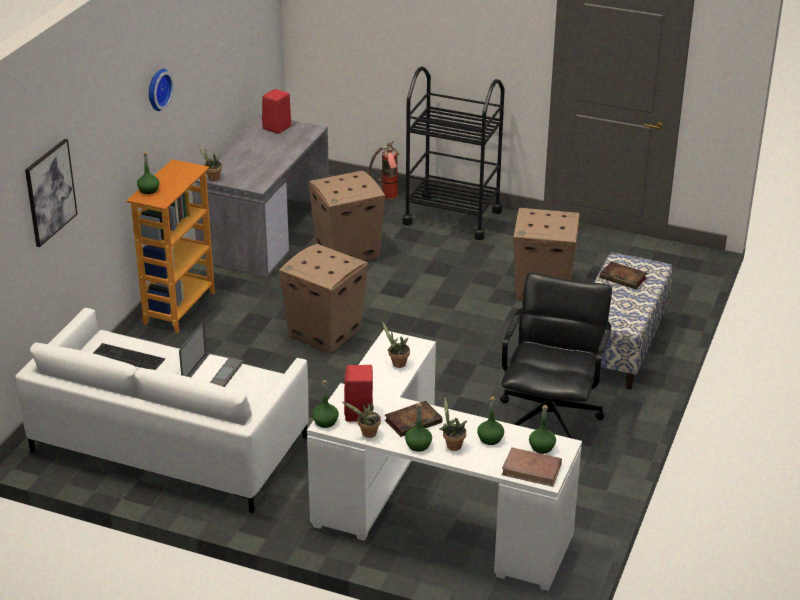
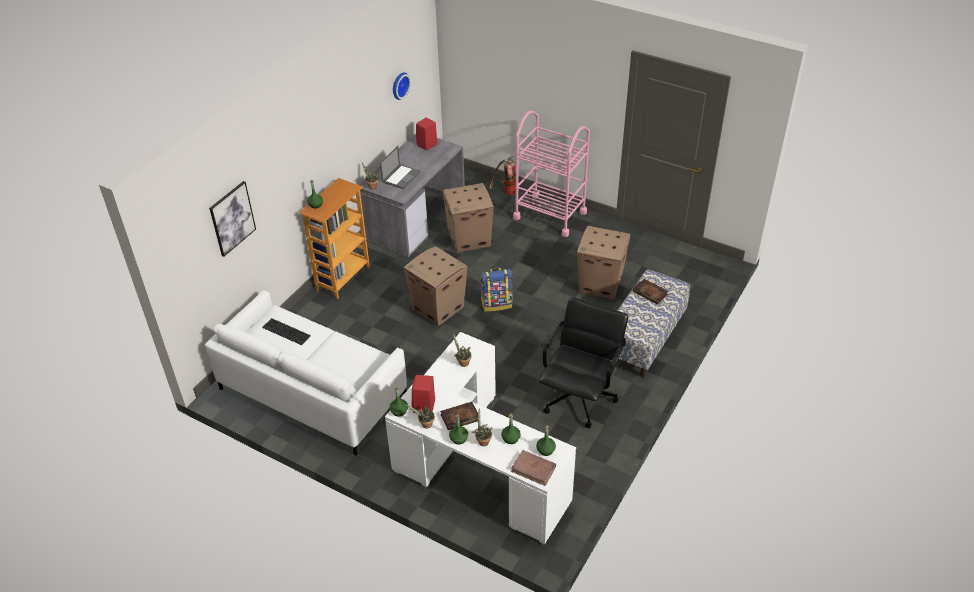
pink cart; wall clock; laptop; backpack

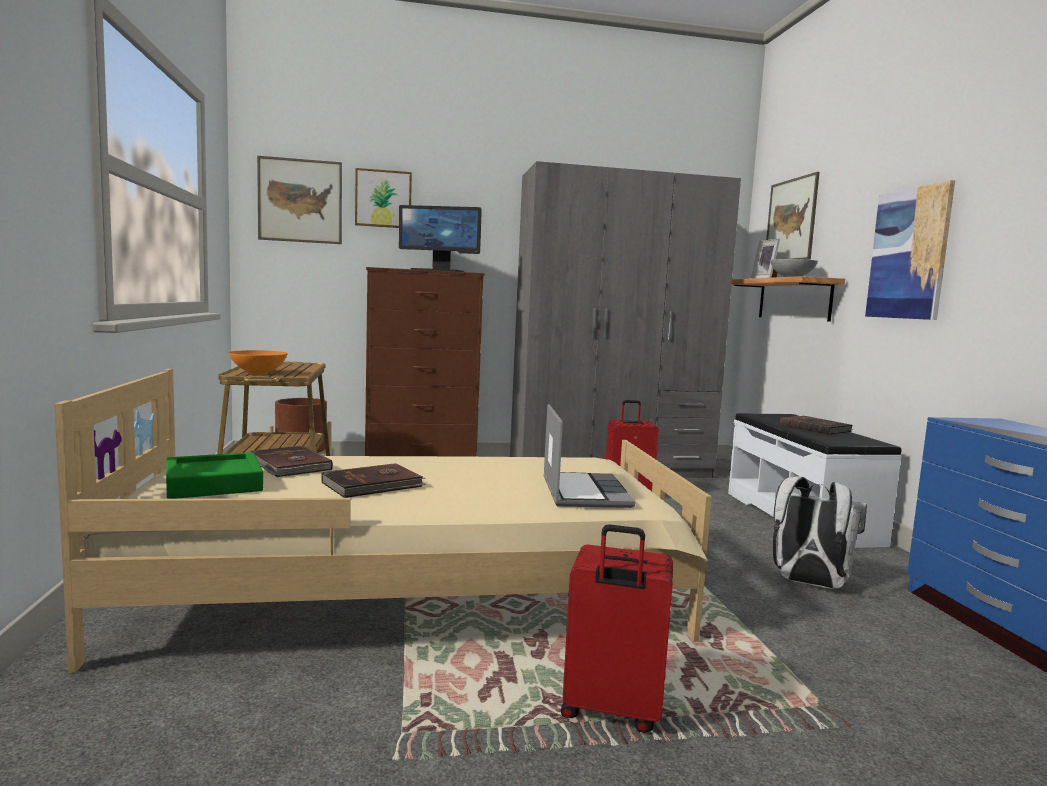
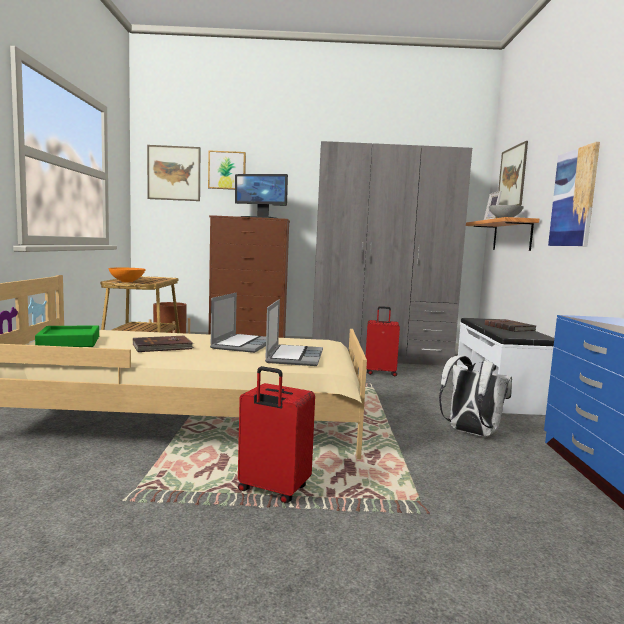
brown book (1st from left in the first image); laptop (1st from left)

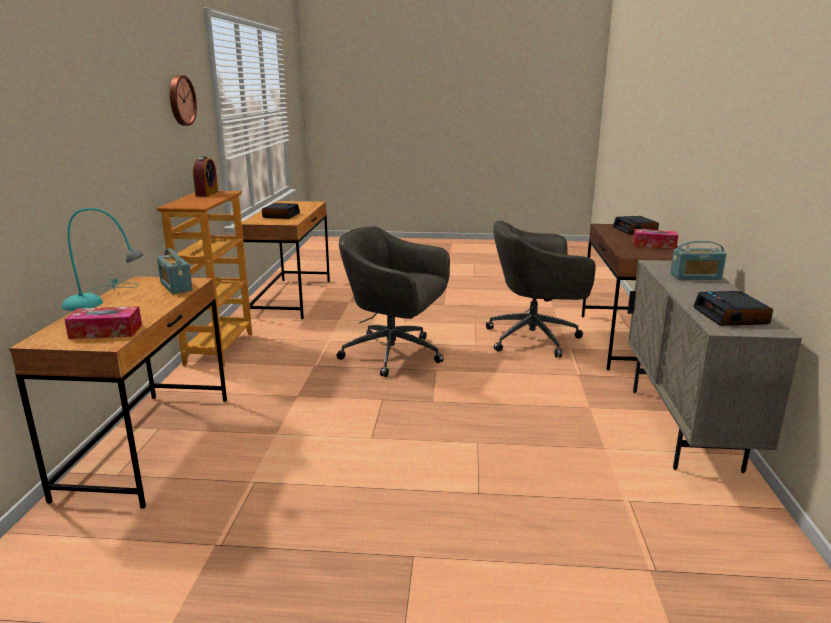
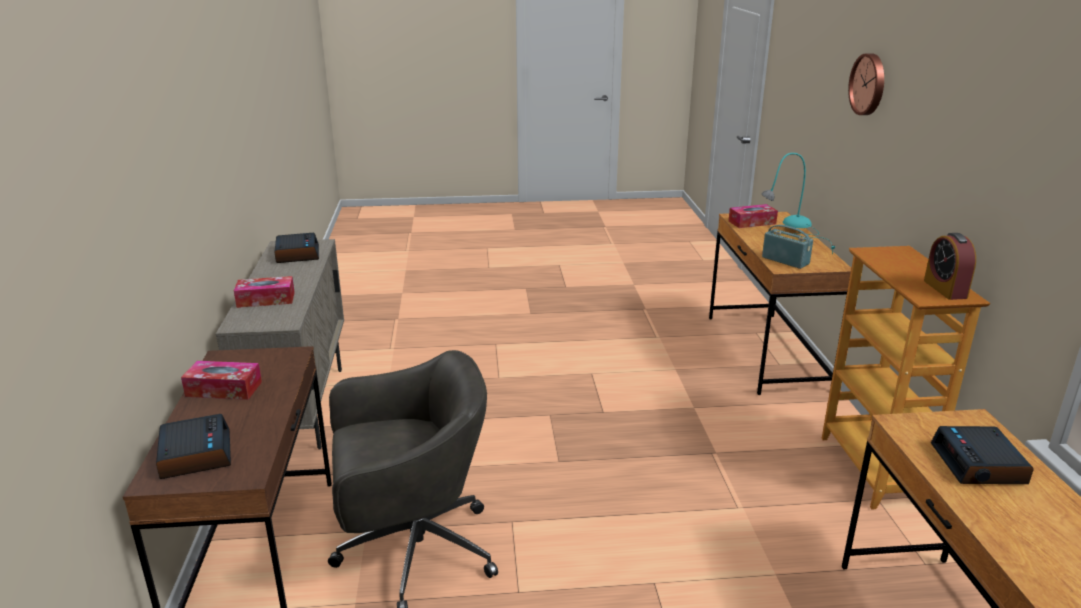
wall clock; grey office chair (1st from left in the first image); tissue box (2nd from left)

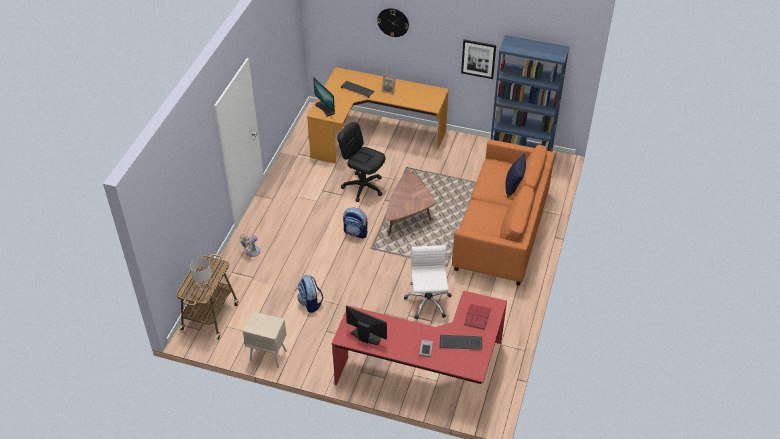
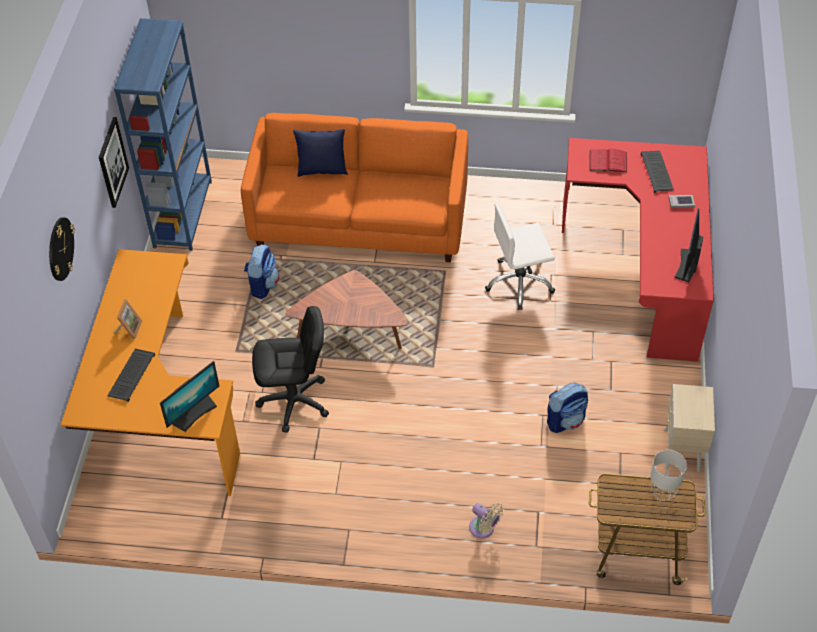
black office chair; backpack (1st from left)

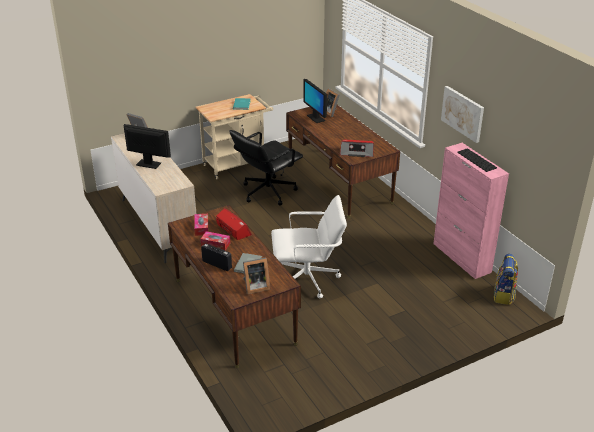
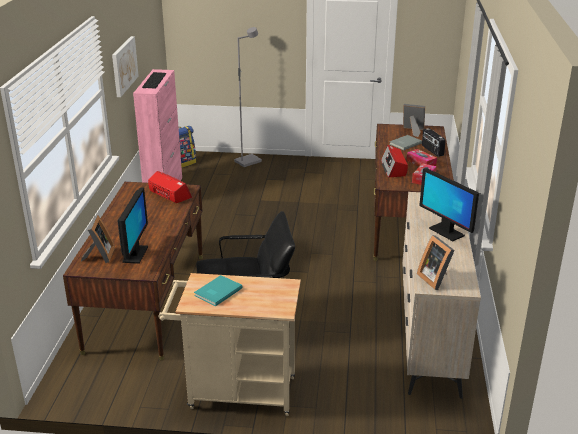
white office chair; grey floor lamp

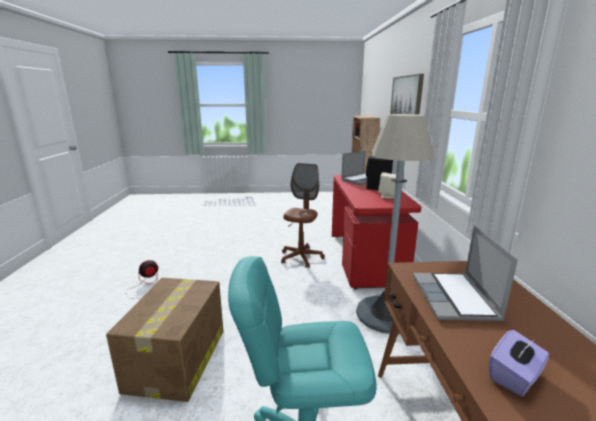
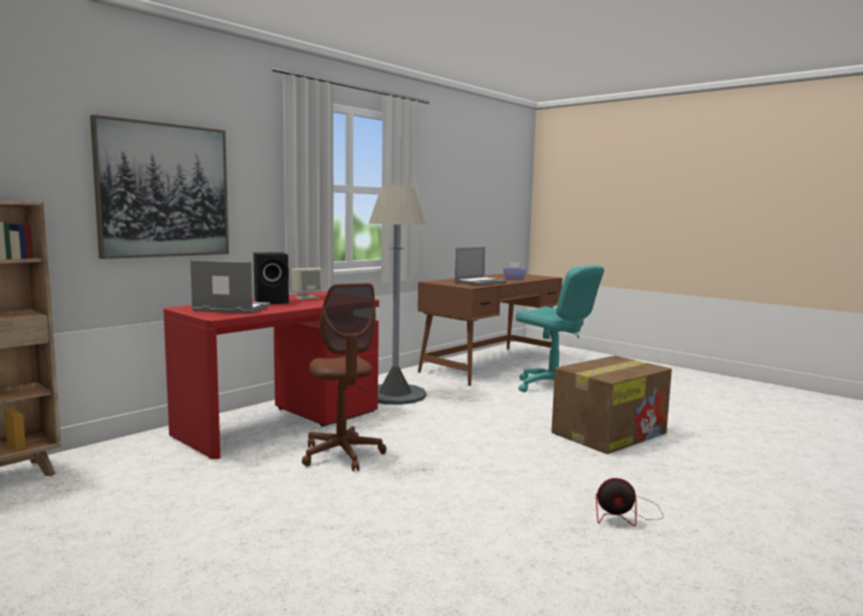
brown office chair

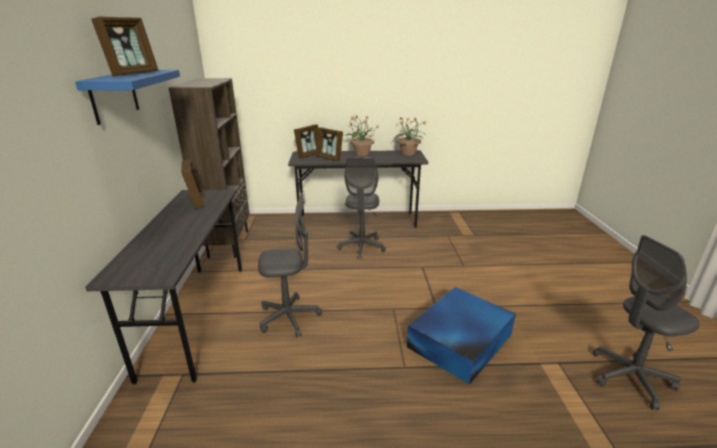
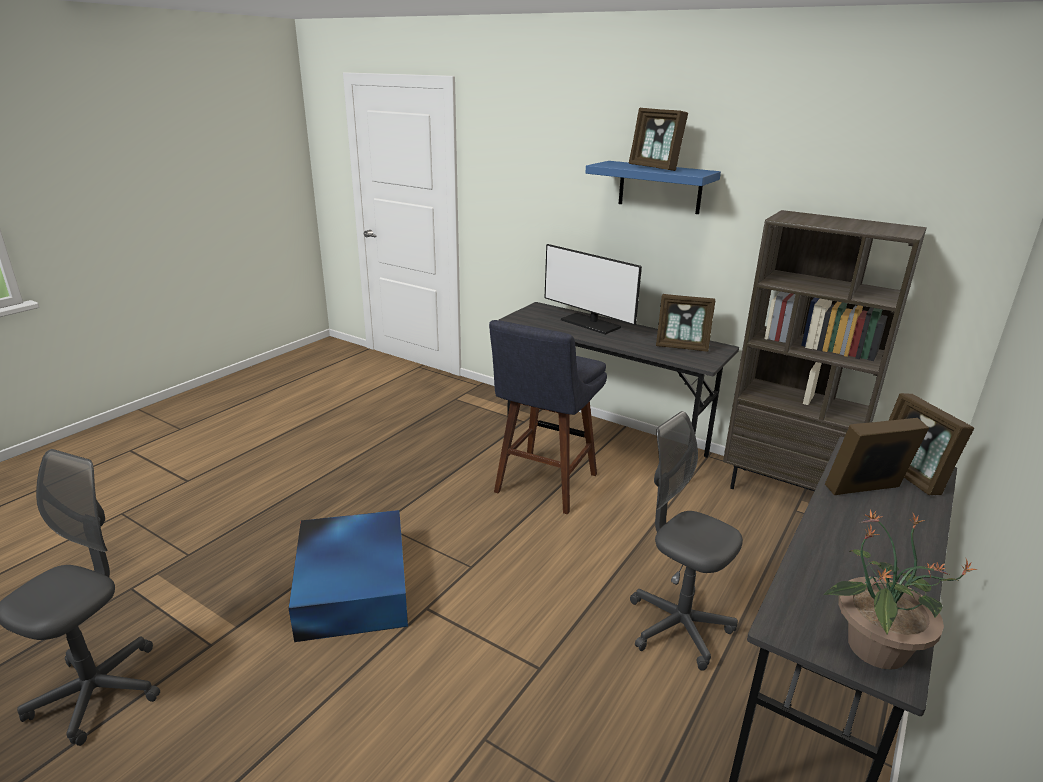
potted plant (1st from left in the first image); blue stool; monitor

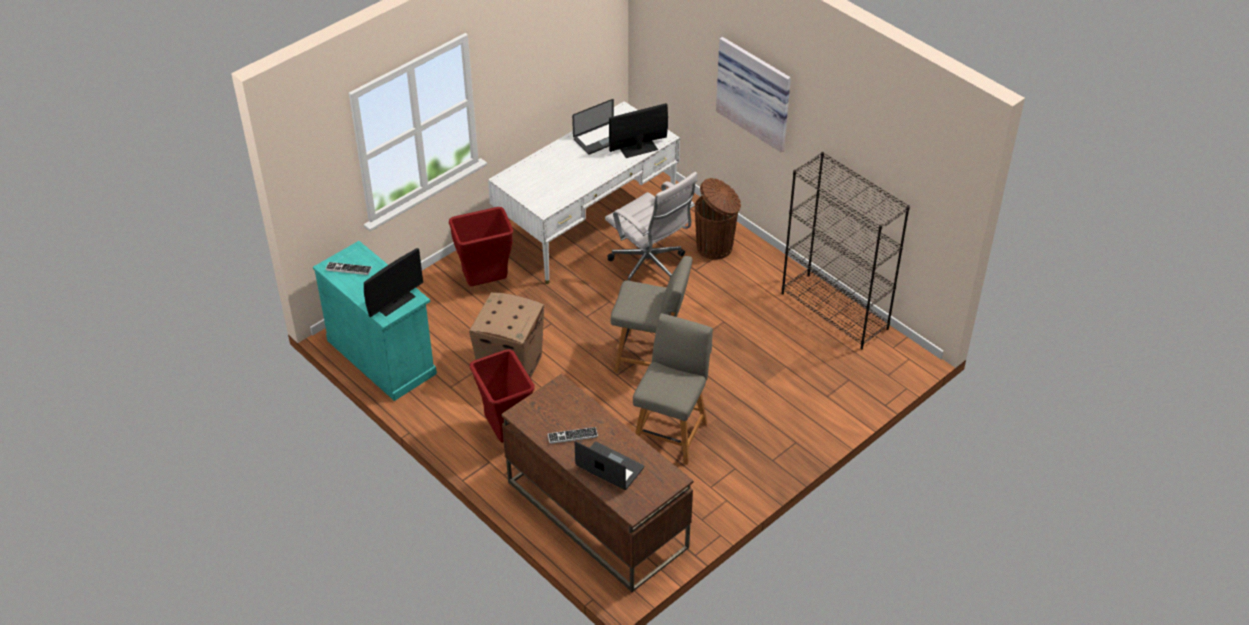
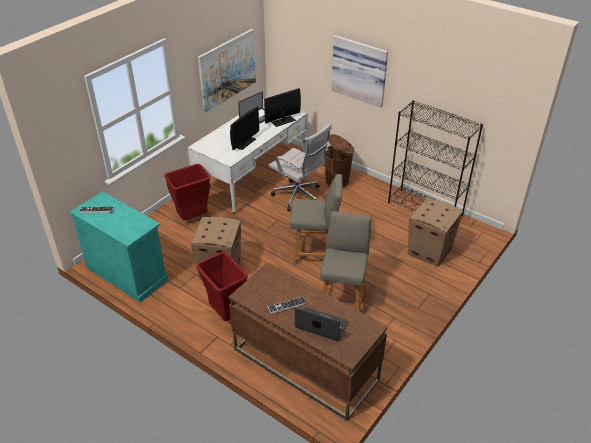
monitor (1st from left); picture (1st from left); cardboard box (2nd from left)

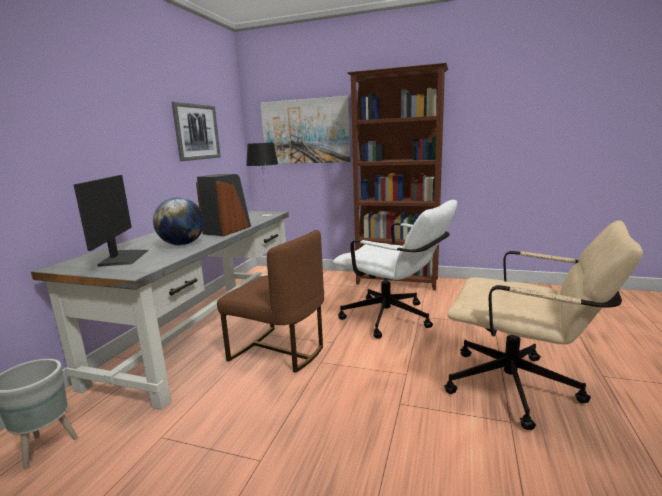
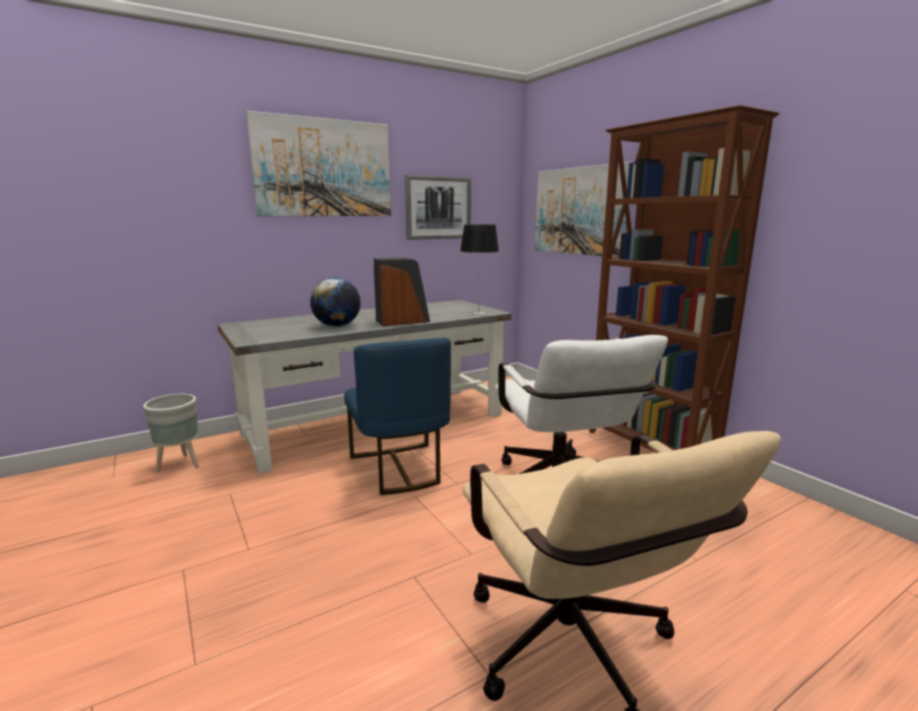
monitor; blue chair; picture (1st from left)

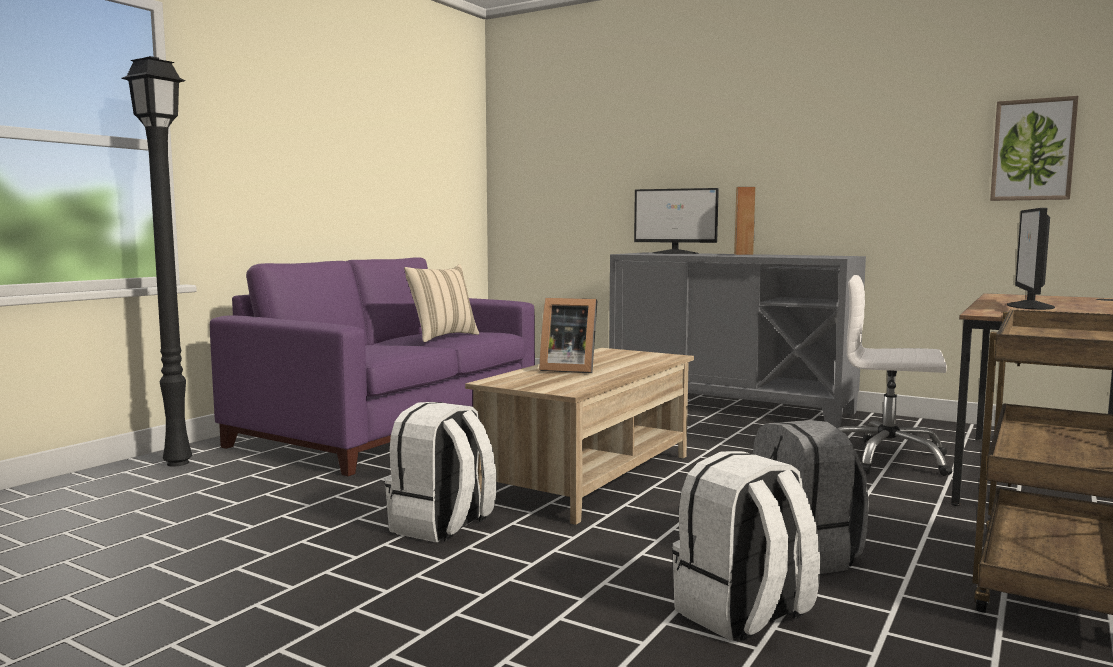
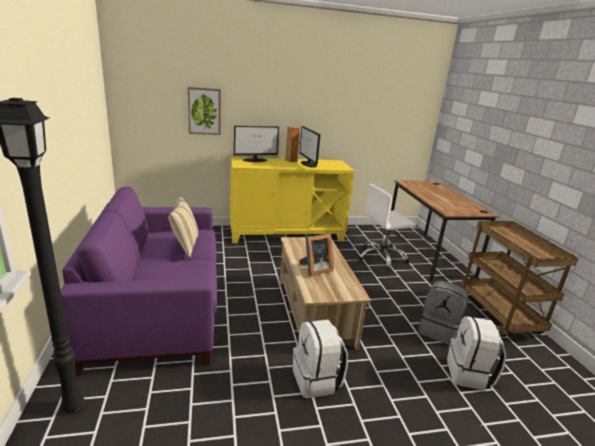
picture; monitor (2nd from left); yellow cabinet

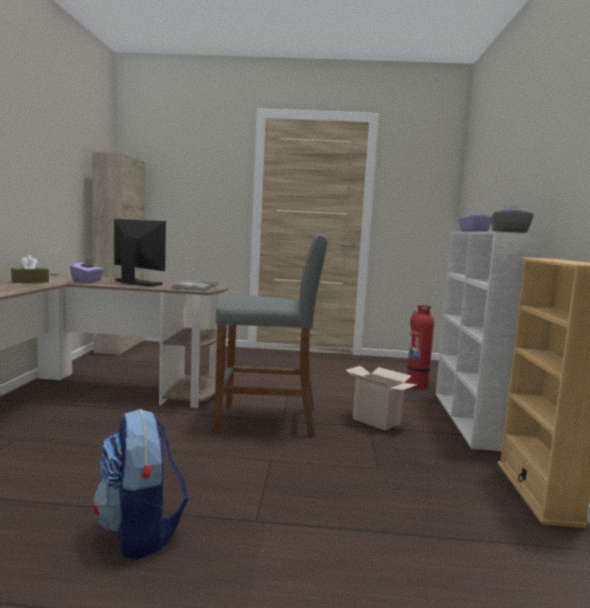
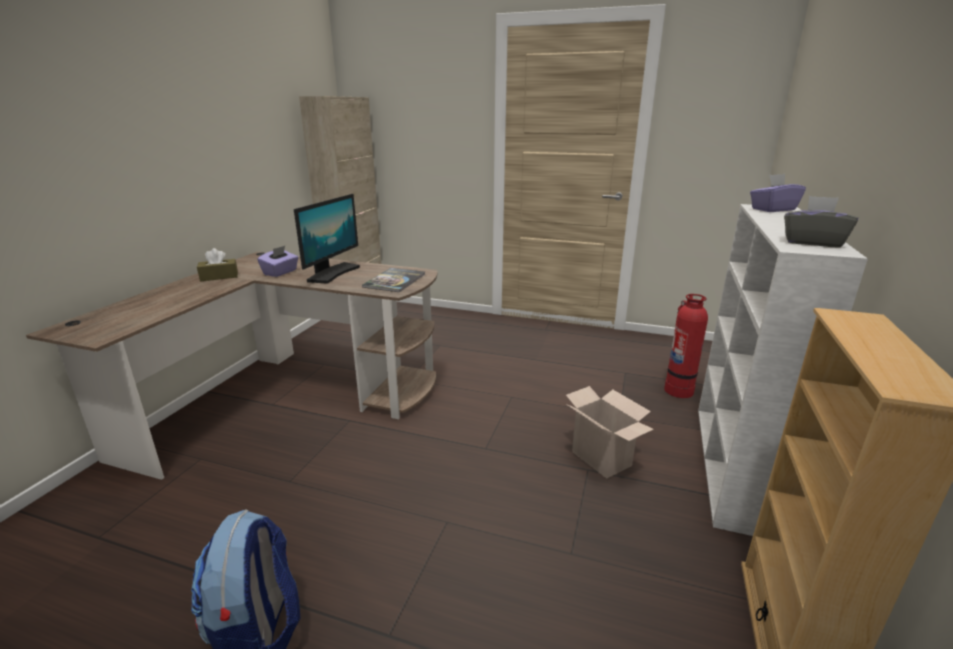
monitor; grey stool

